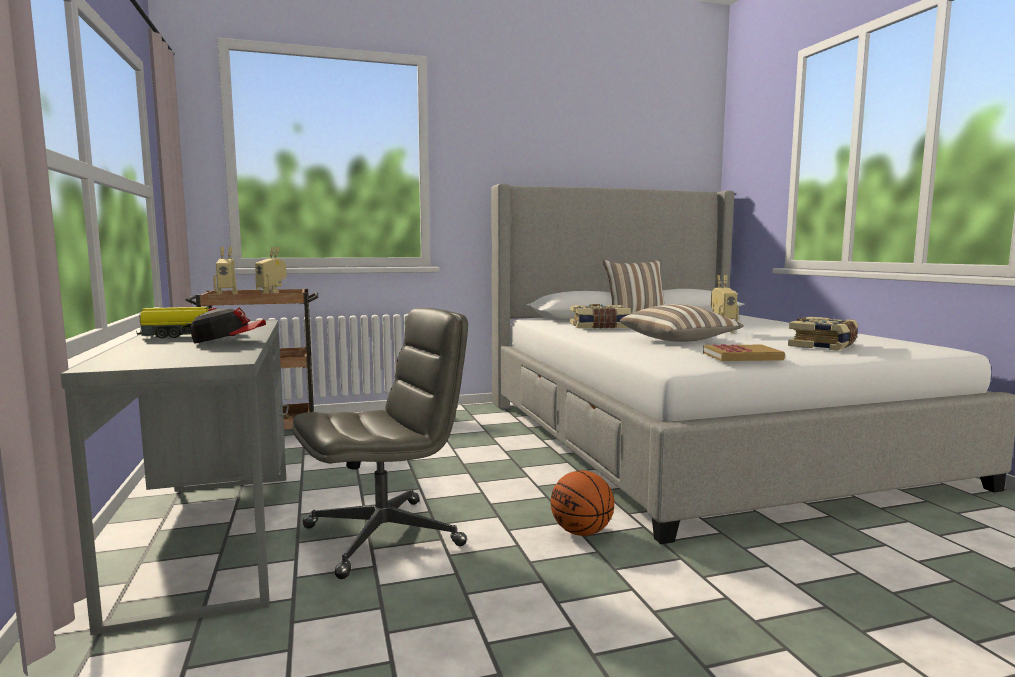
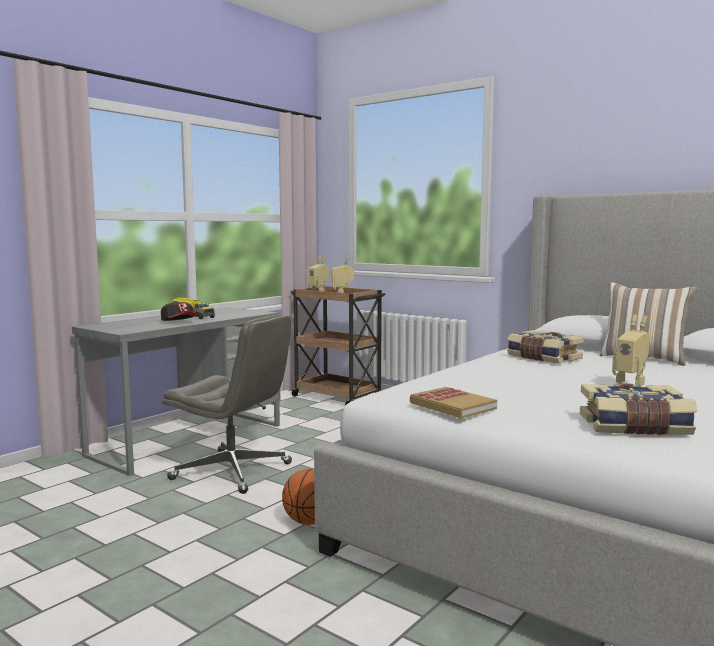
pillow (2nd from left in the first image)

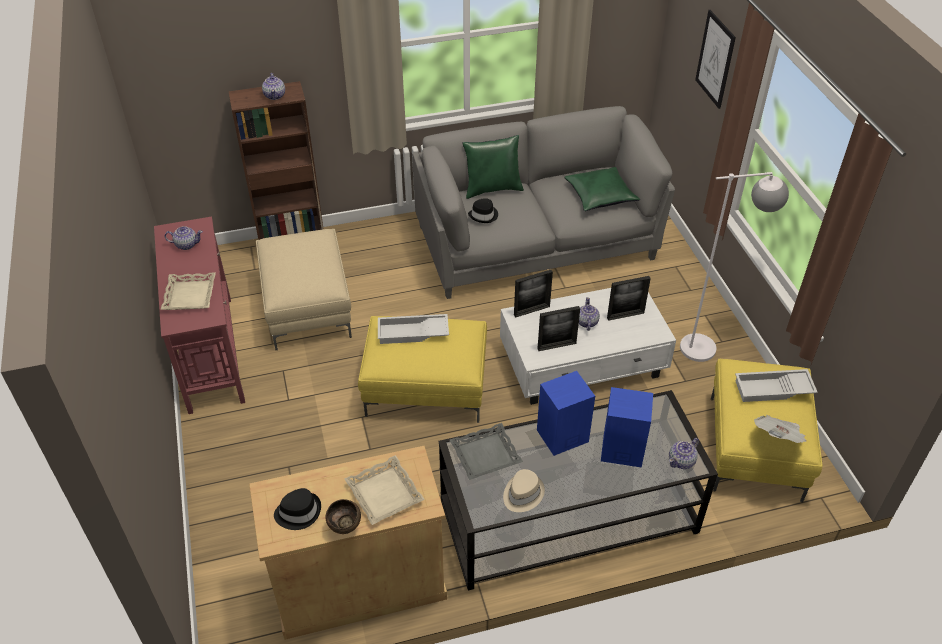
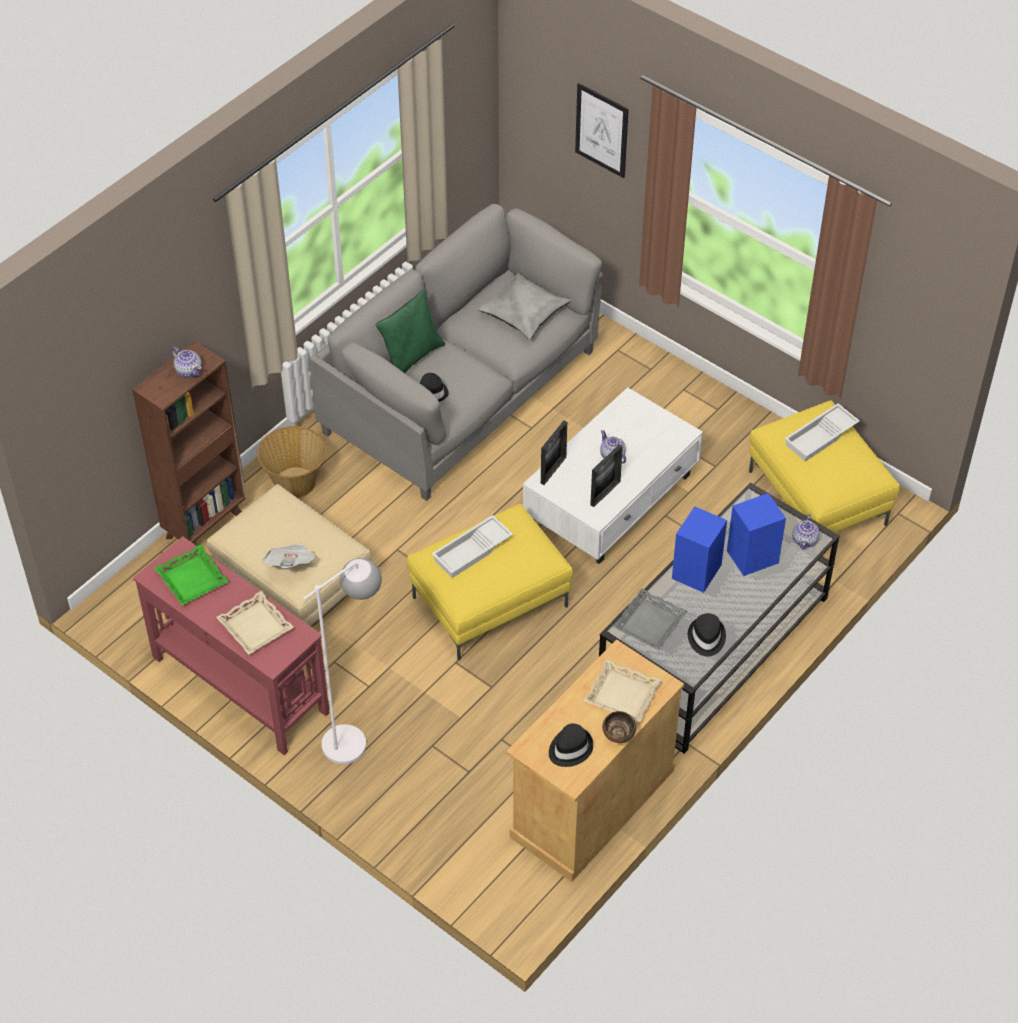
grey pillow; white floor lamp; green tray; picture frame (3rd from left in the first image); newspaper; black hat (3rd from left); basket

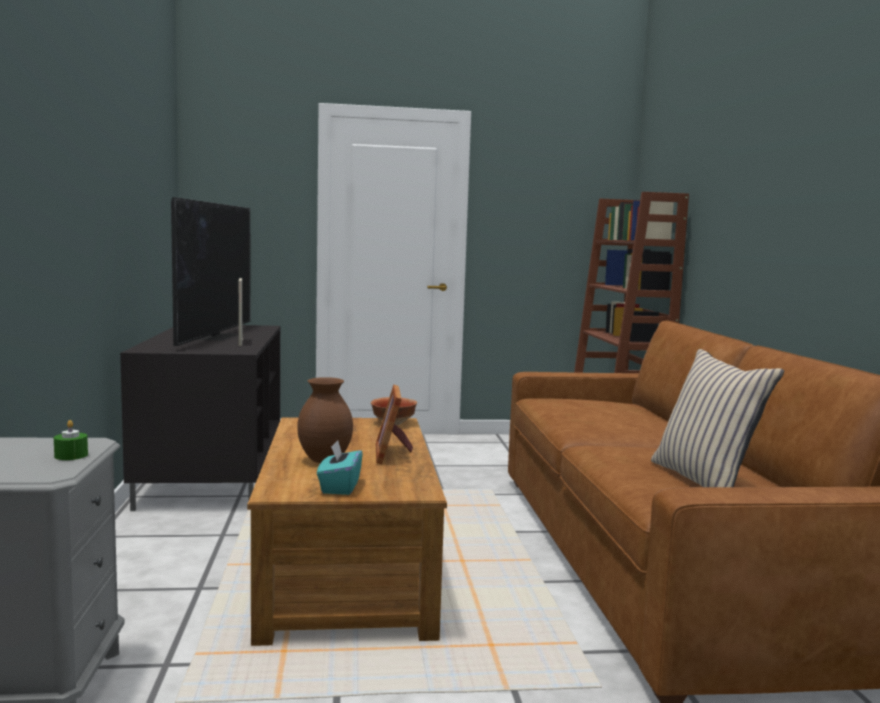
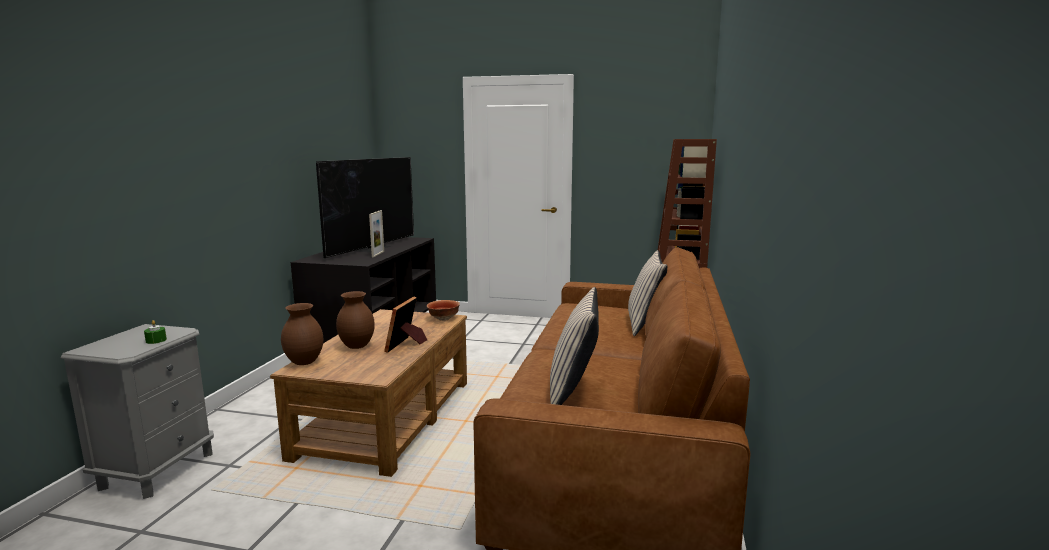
turquoise tissue box; beige pillow (2nd from left); brown vase (1st from left)

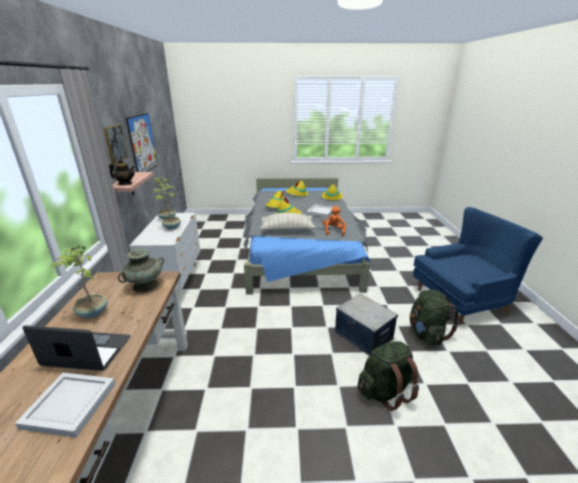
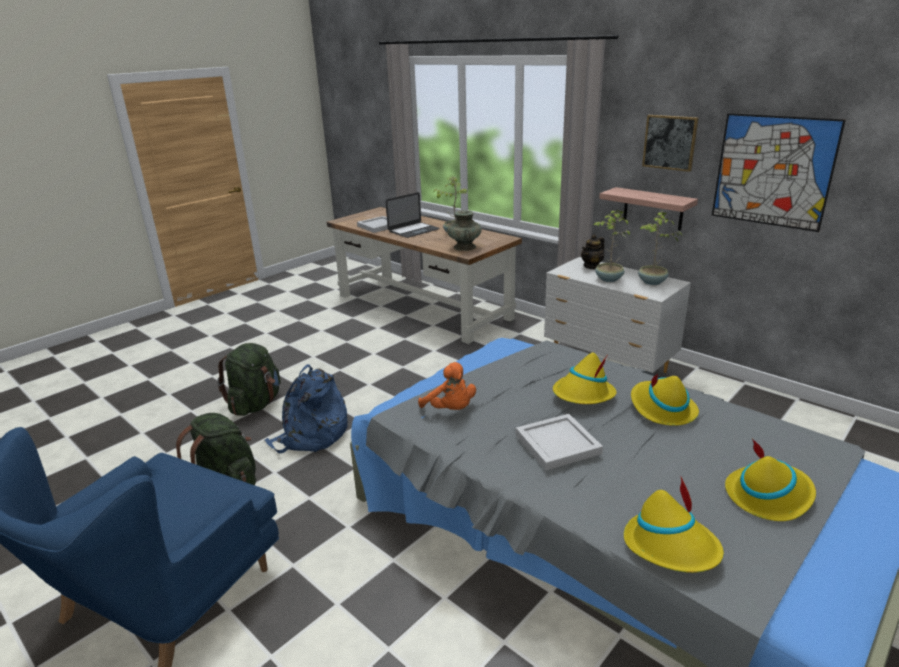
teapot; pillow; blue backpack

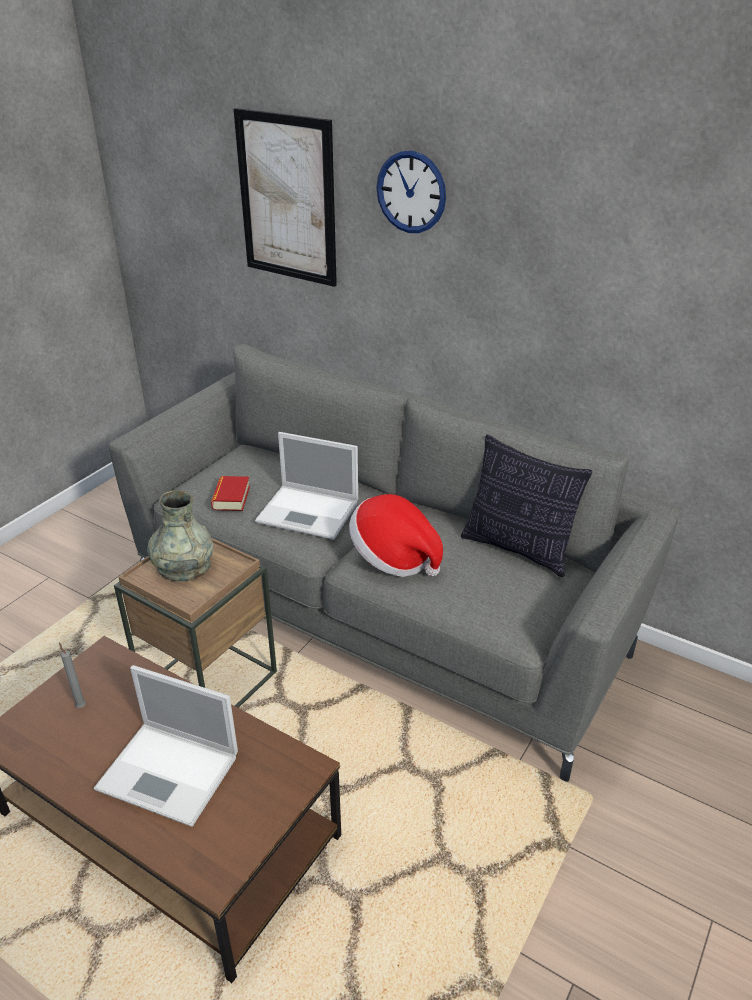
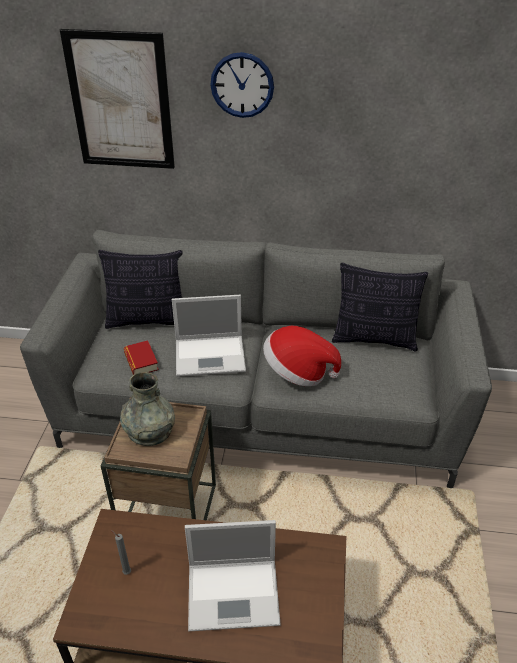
pillow (1st from left)

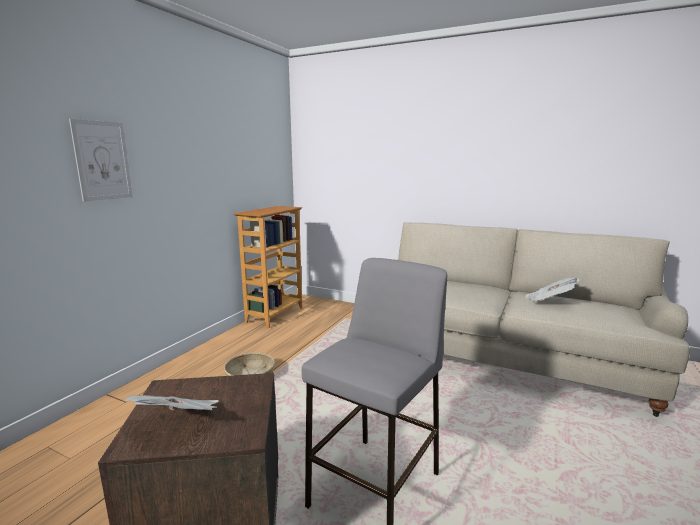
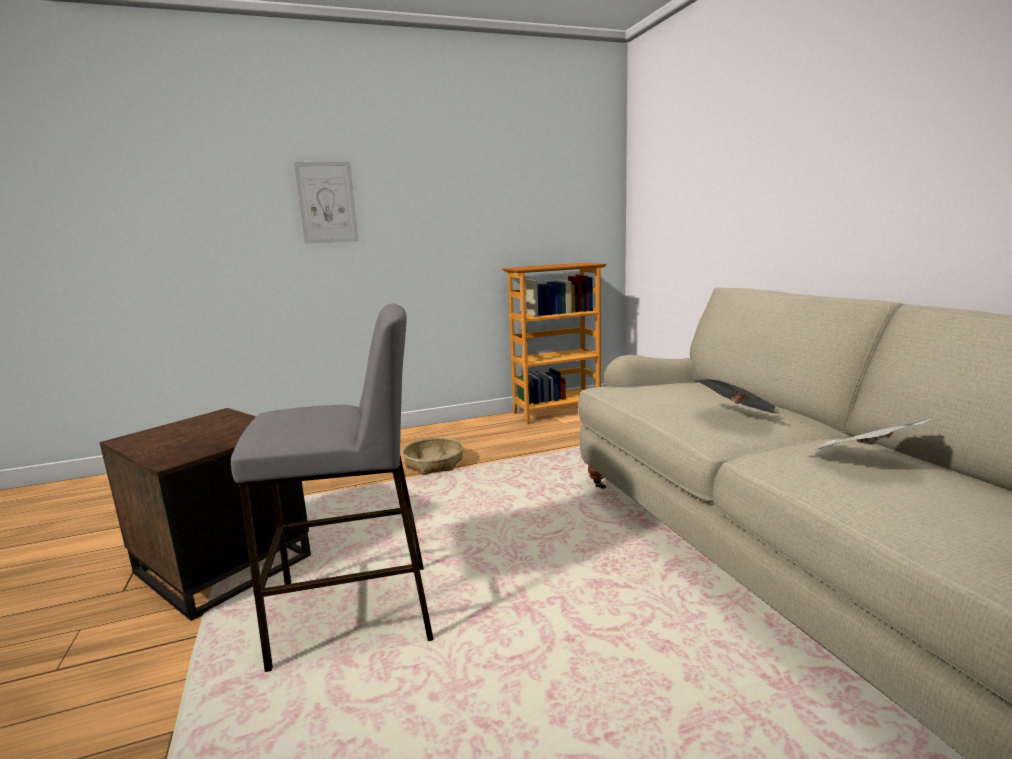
newspaper (1st from left)

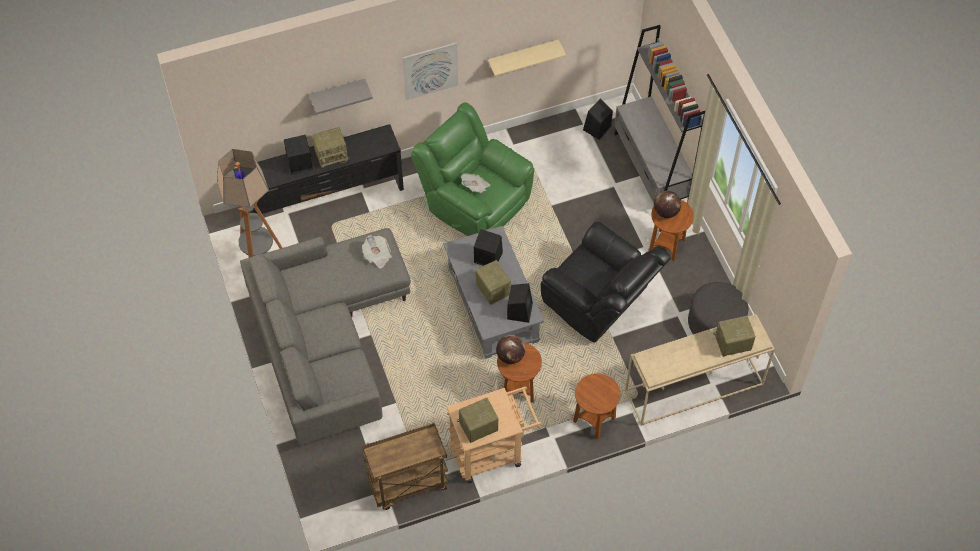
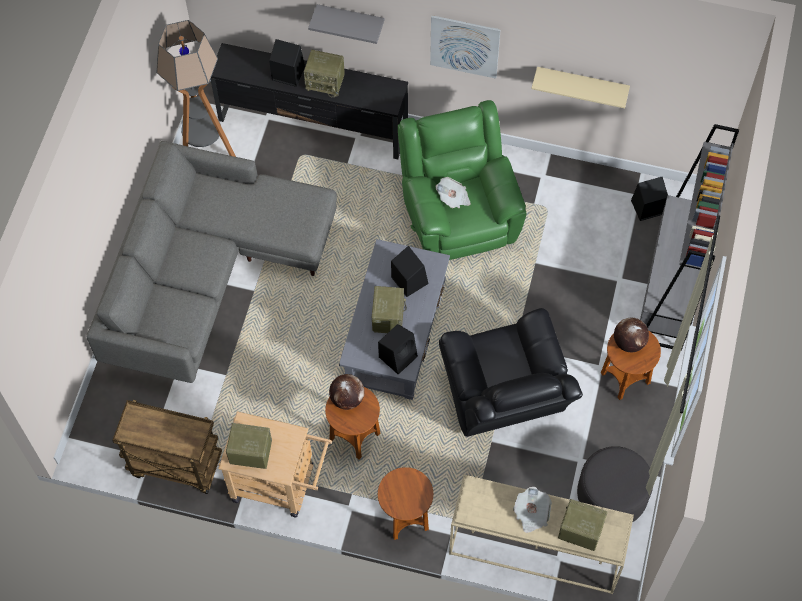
newspaper (2nd from left)

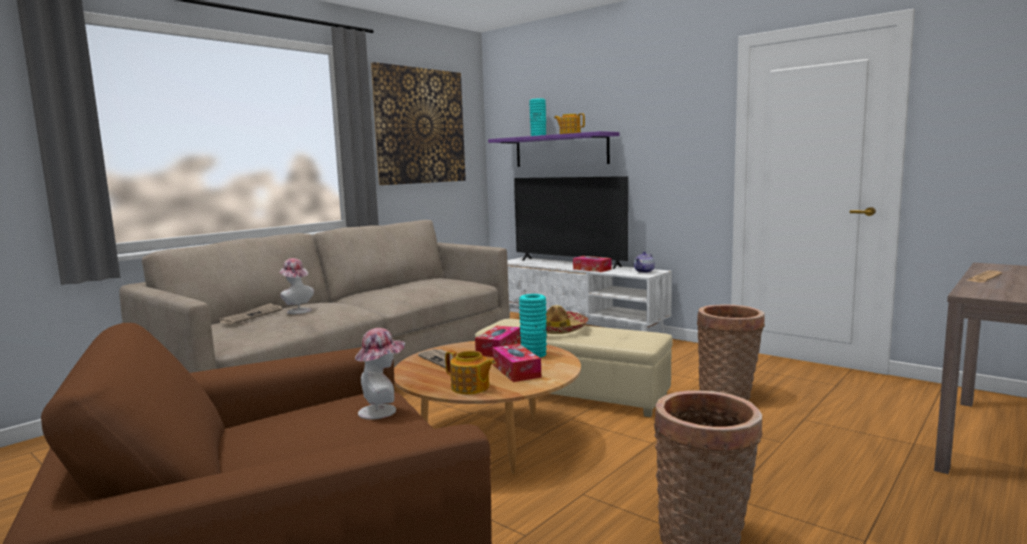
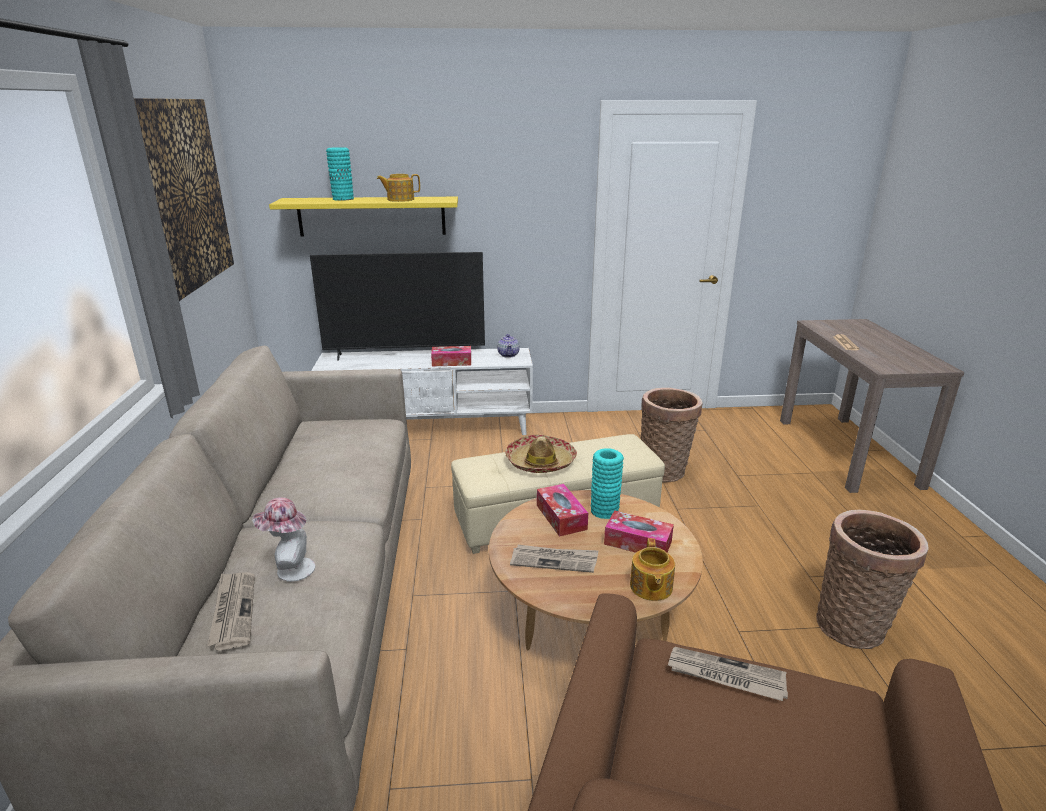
yellow shelf; newspaper (3rd from left); teapot (3rd from left)

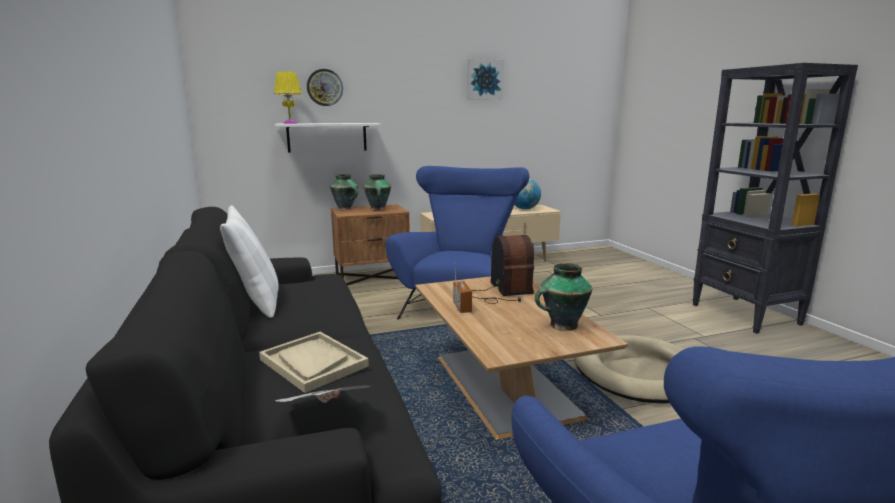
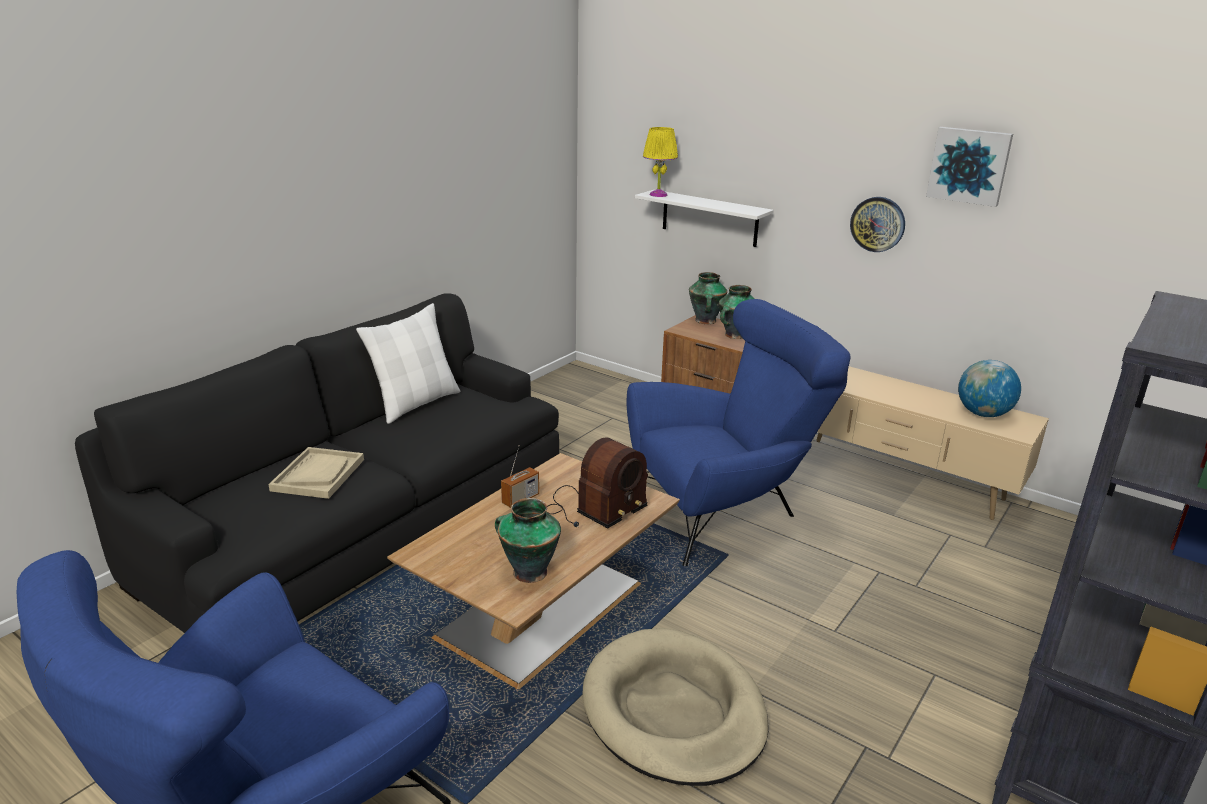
wall clock; newspaper

